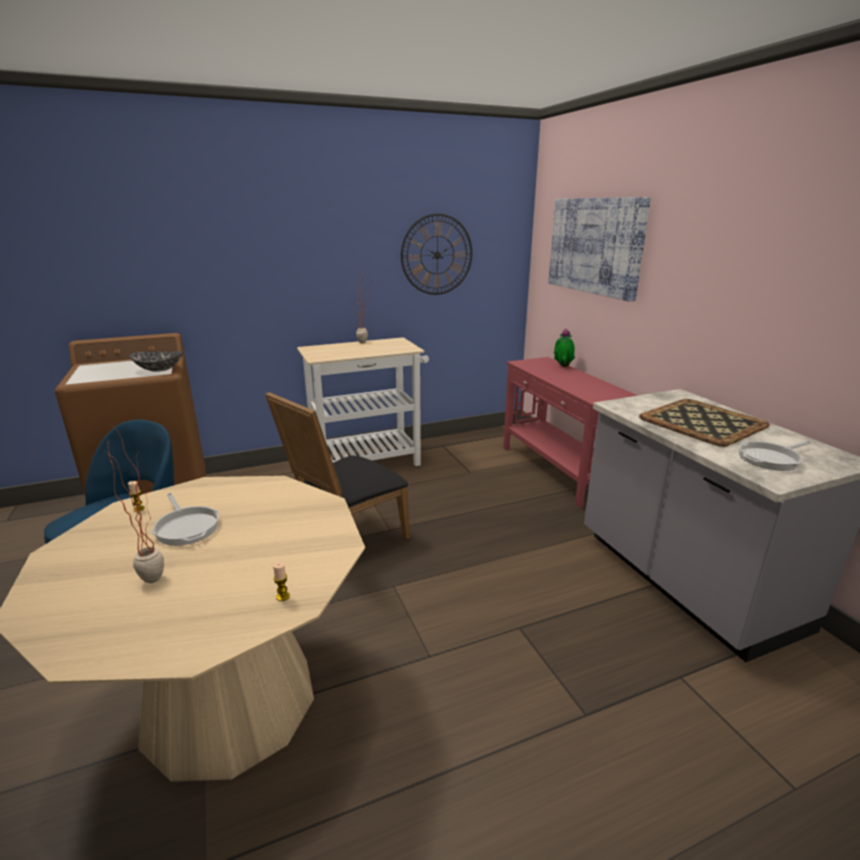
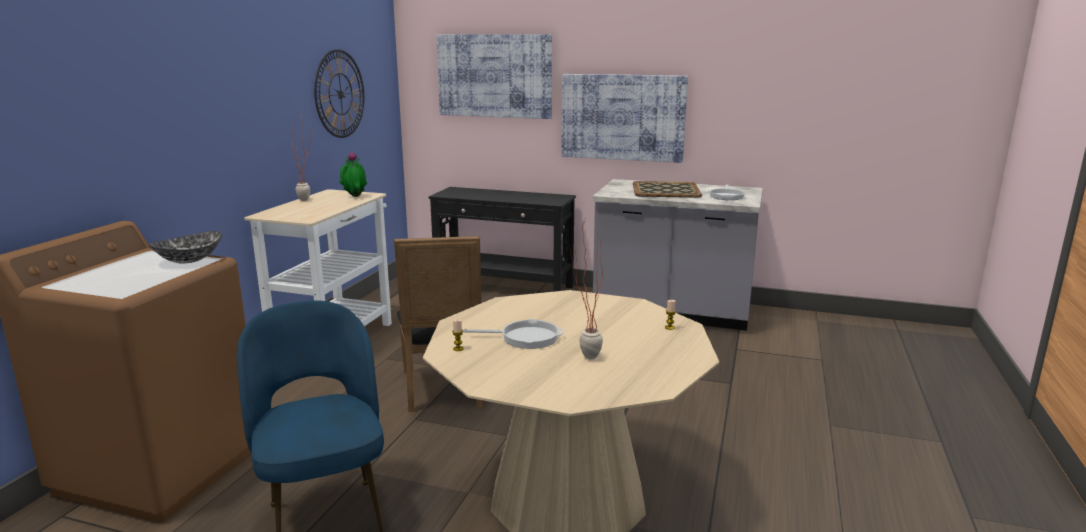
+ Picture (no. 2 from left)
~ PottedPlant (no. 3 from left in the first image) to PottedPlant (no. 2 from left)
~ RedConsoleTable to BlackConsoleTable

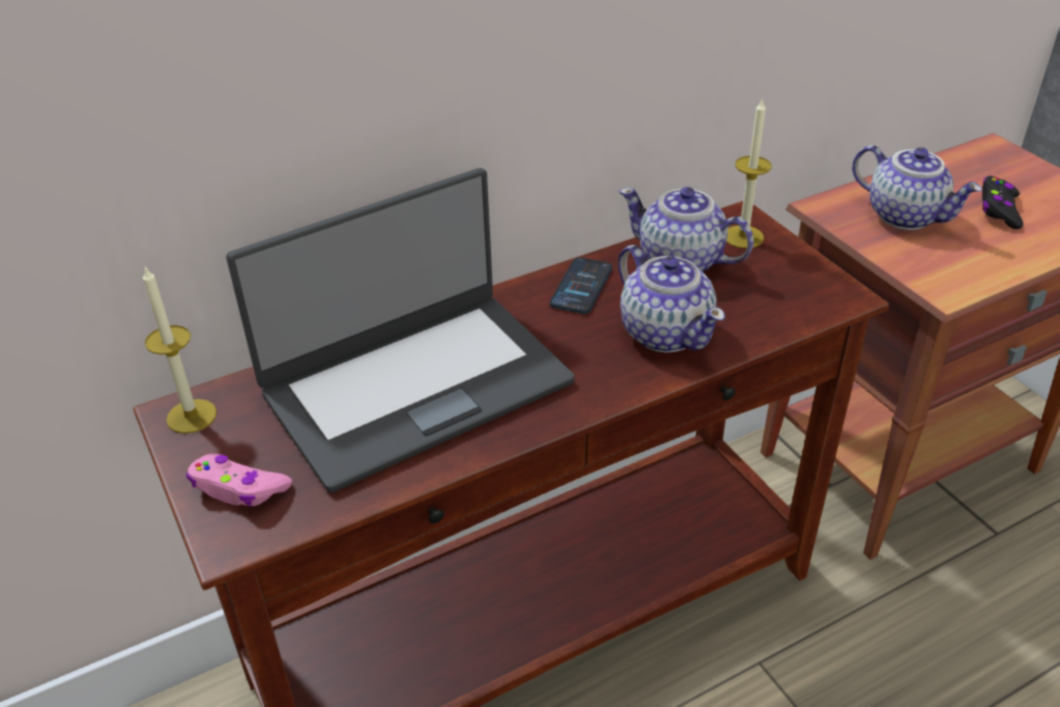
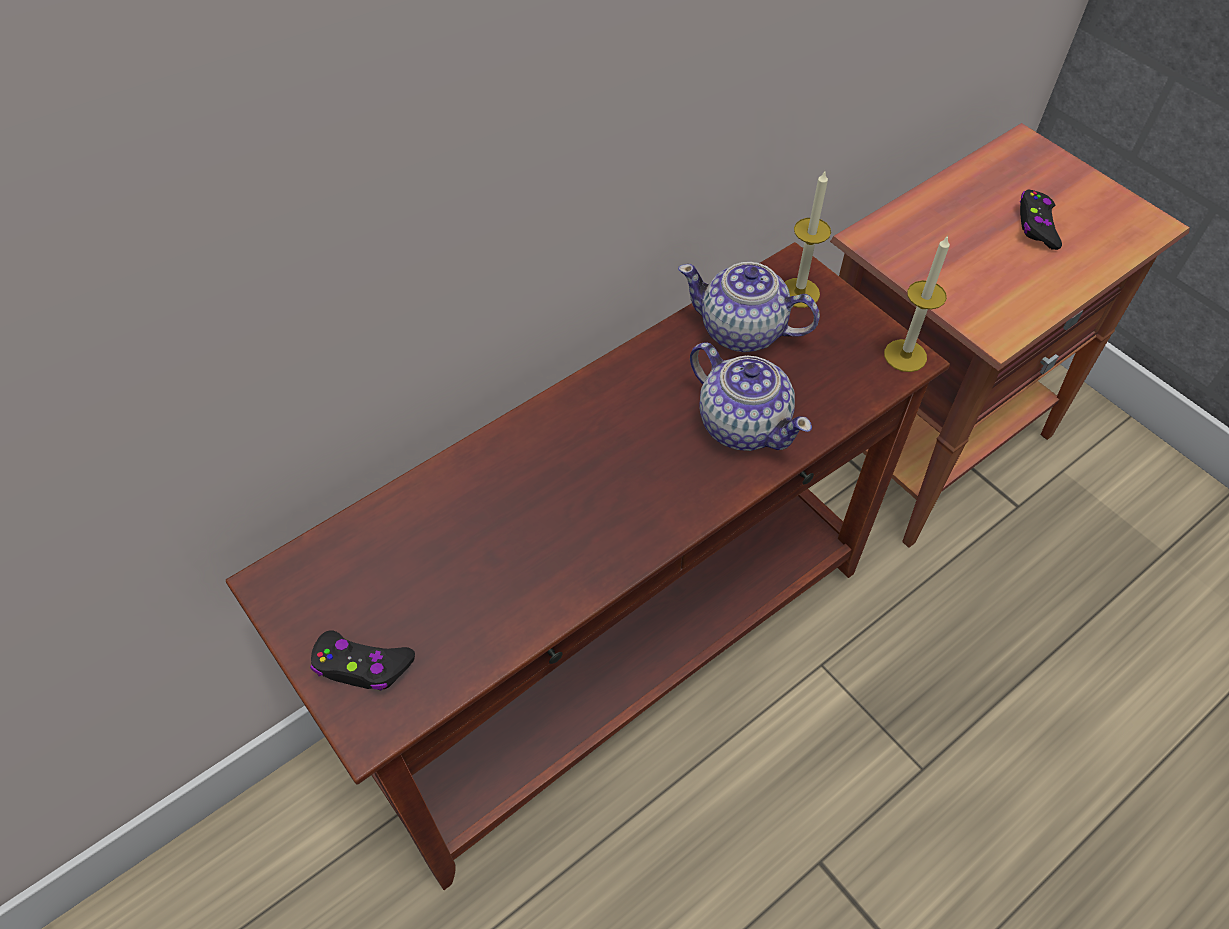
- Laptop
- Phone
- Teapot (no. 3 from left)
~ Candle (no. 1 from left in the first image) to Candle (no. 2 from left)
~ PinkGameController to BlackGameController (no. 1 from left)

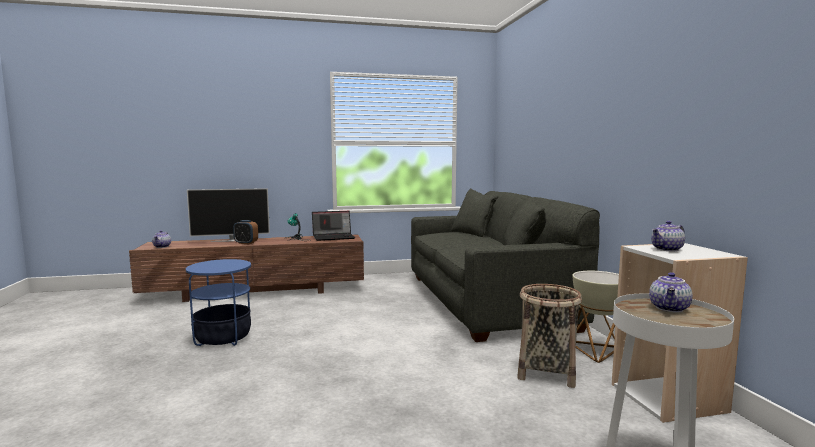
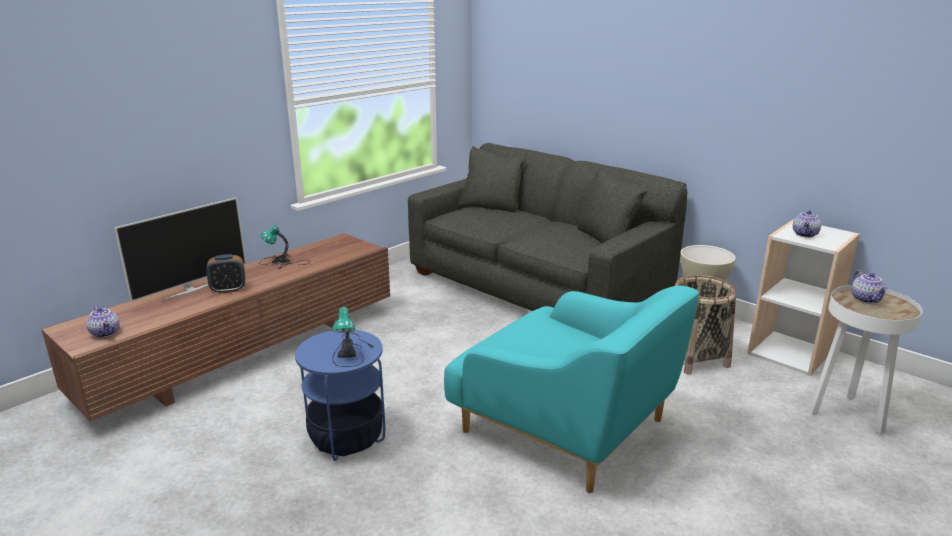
- Laptop
+ TableLamp (no. 2 from left)
+ TurquoiseArmchair

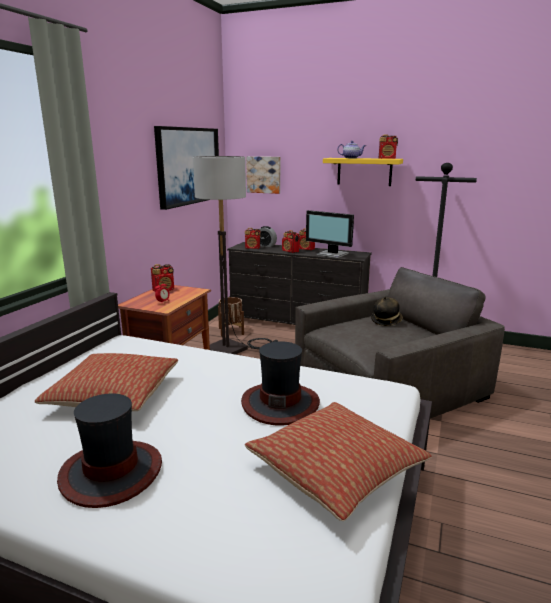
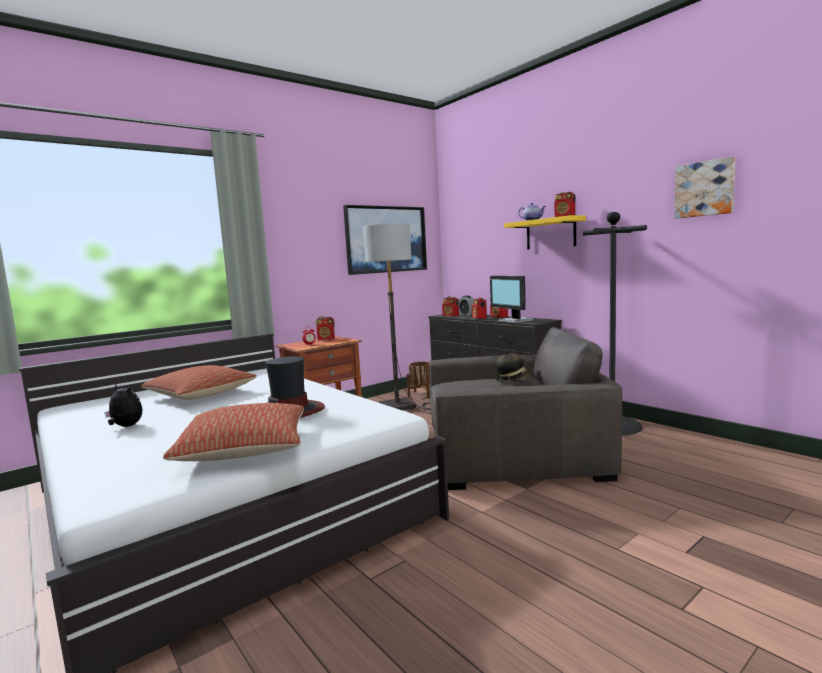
~ Picture (no. 2 from left)
~ Hat (no. 1 from left) to PlushToy

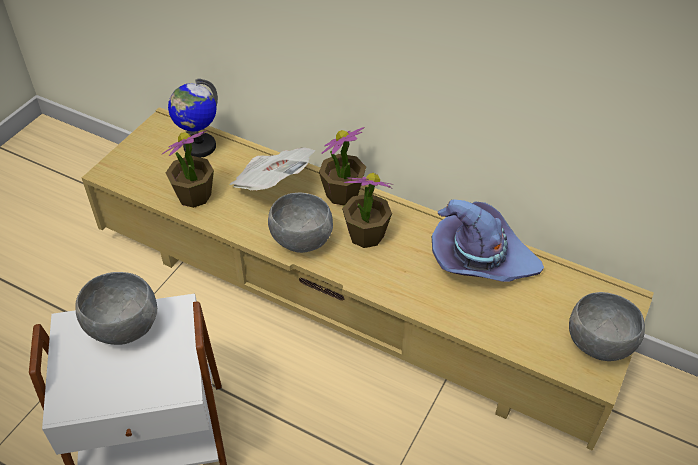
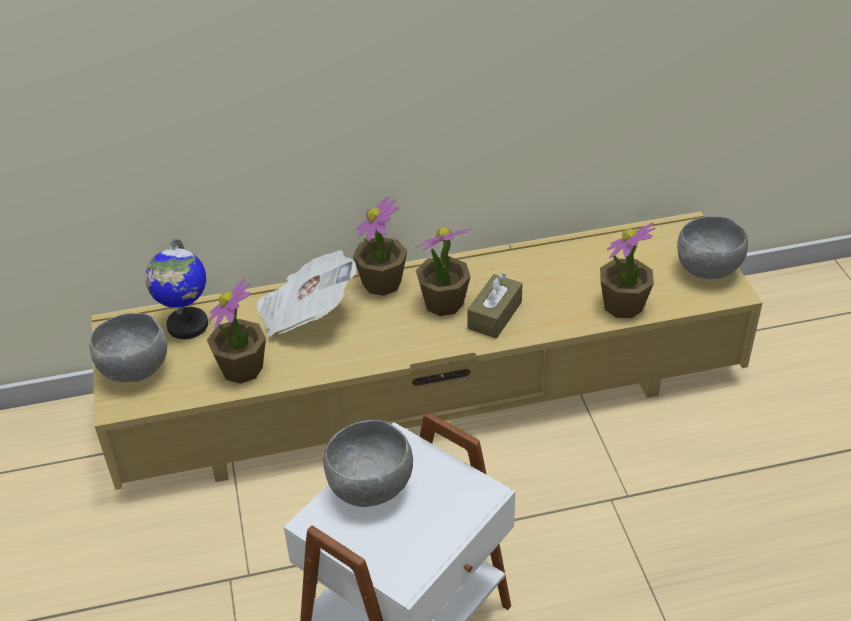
- PurpleHat
+ BrownTissueBox
+ PottedPlant (no. 4 from left)
~ GreyBowl (no. 2 from left in the first image) to GreyBowl (no. 1 from left)

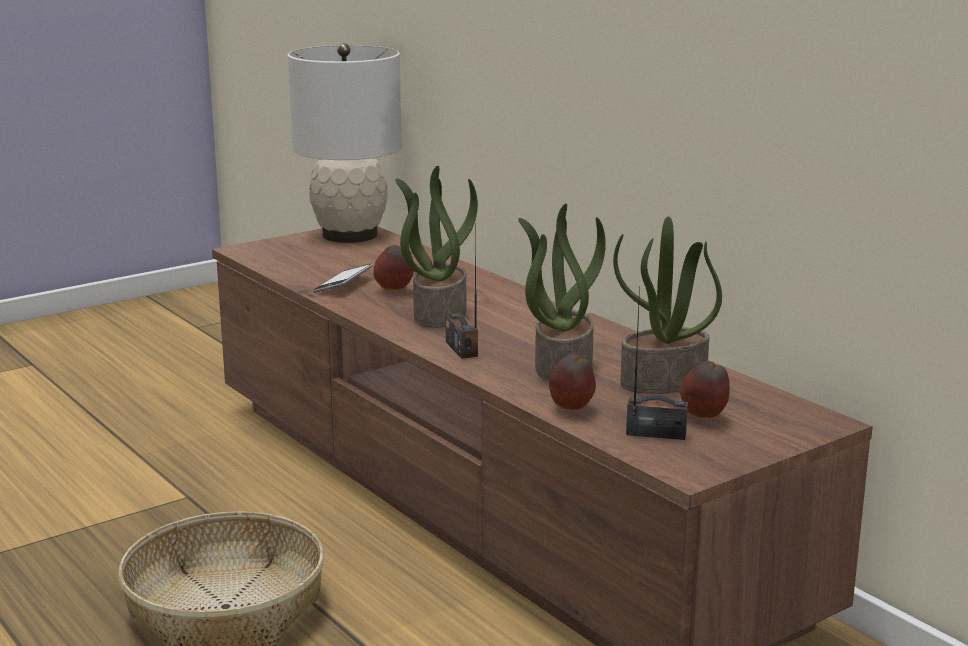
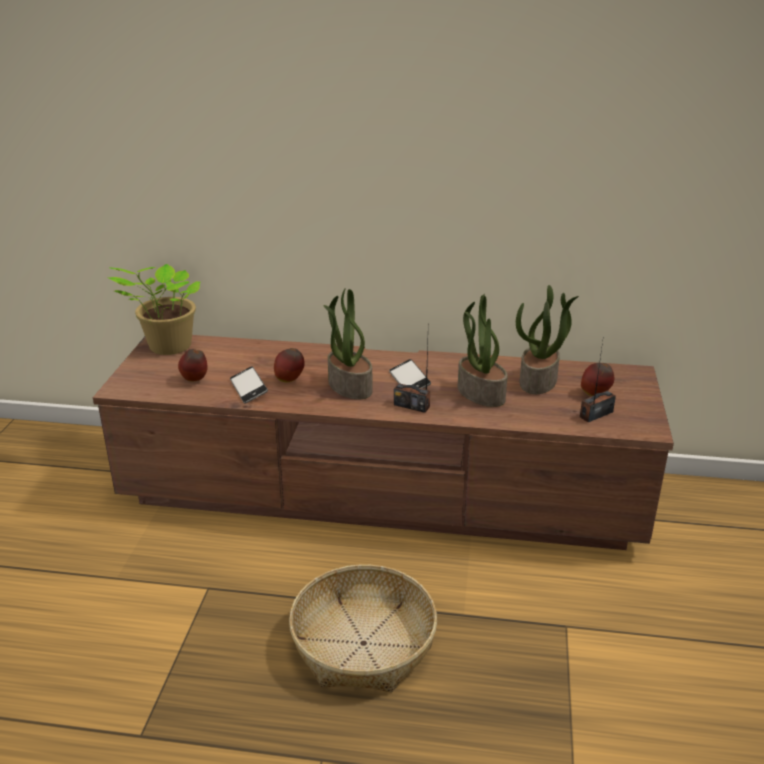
+ Phone (no. 2 from left)
~ Apple (no. 2 from left in the first image) to Apple (no. 1 from left)
~ WhiteTableLamp to PottedPlant (no. 1 from left)

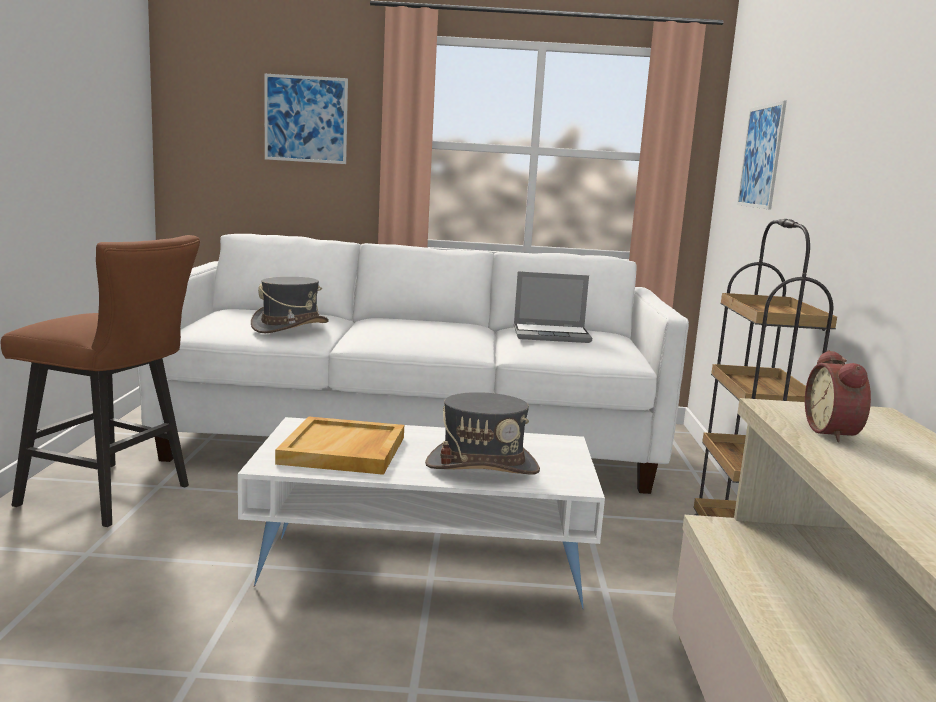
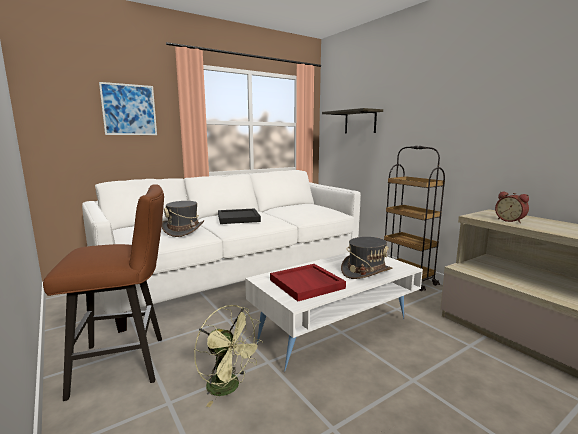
- Laptop
+ GreenFan
+ BlackTray
~ Picture (no. 2 from left) to Shelf
~ BeigeTray to RedTray

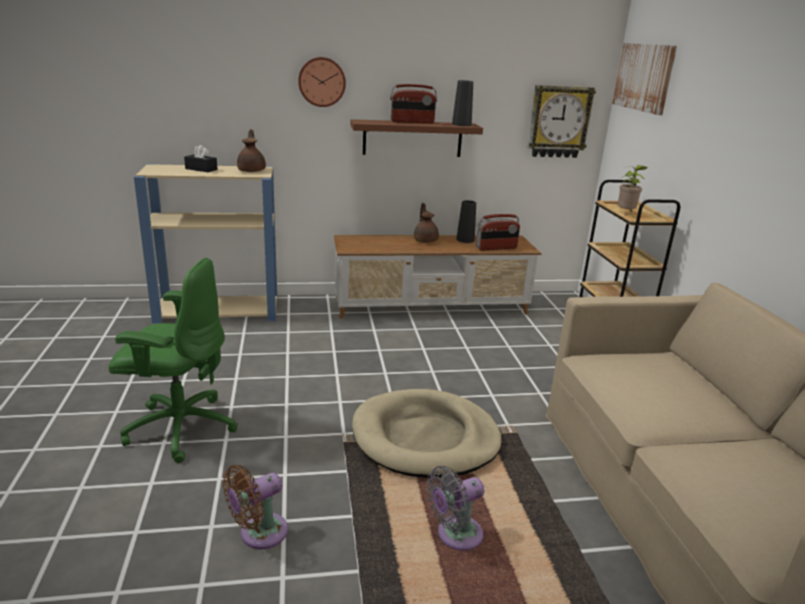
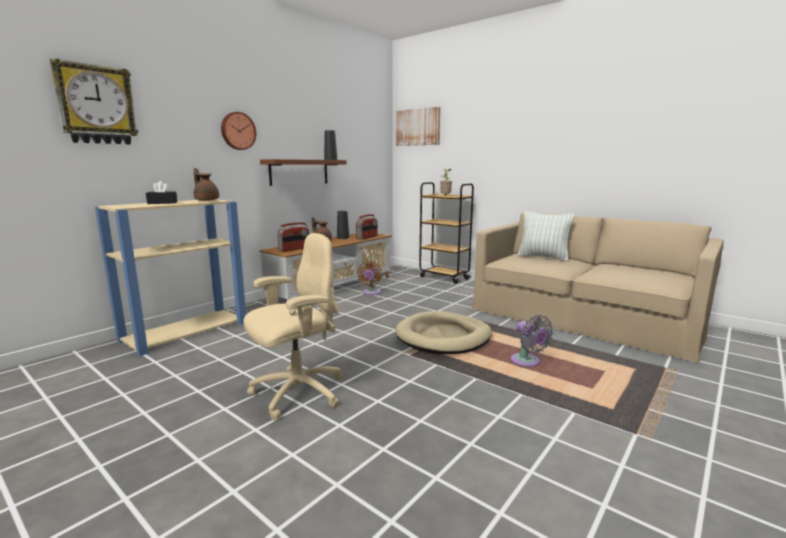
+ Pillow
~ BrownFan
~ Radio (no. 1 from left)
~ WallClock (no. 2 from left in the first image) to WallClock (no. 1 from left)
~ GreenOfficeChair to BeigeOfficeChair
~ GreyFan 45 degrees counterclockwise

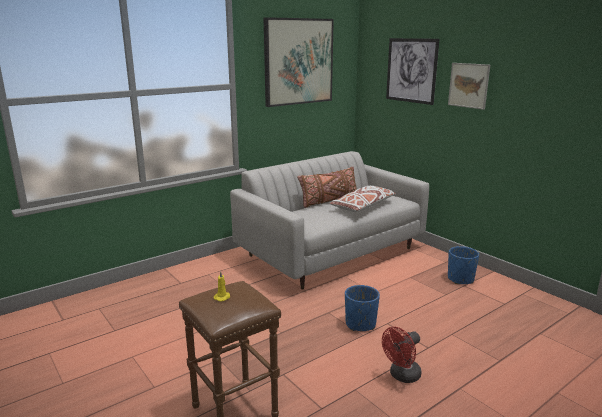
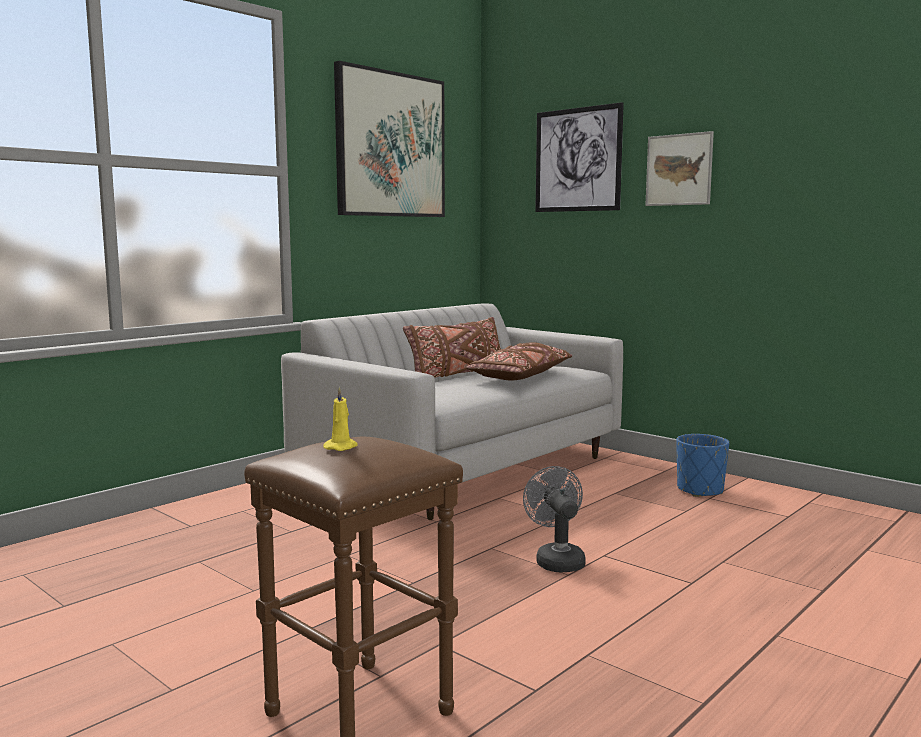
- RedFan
~ BluePlanter (no. 1 from left) to GreyFan
~ WhitePillow to BrownPillow (no. 2 from left)

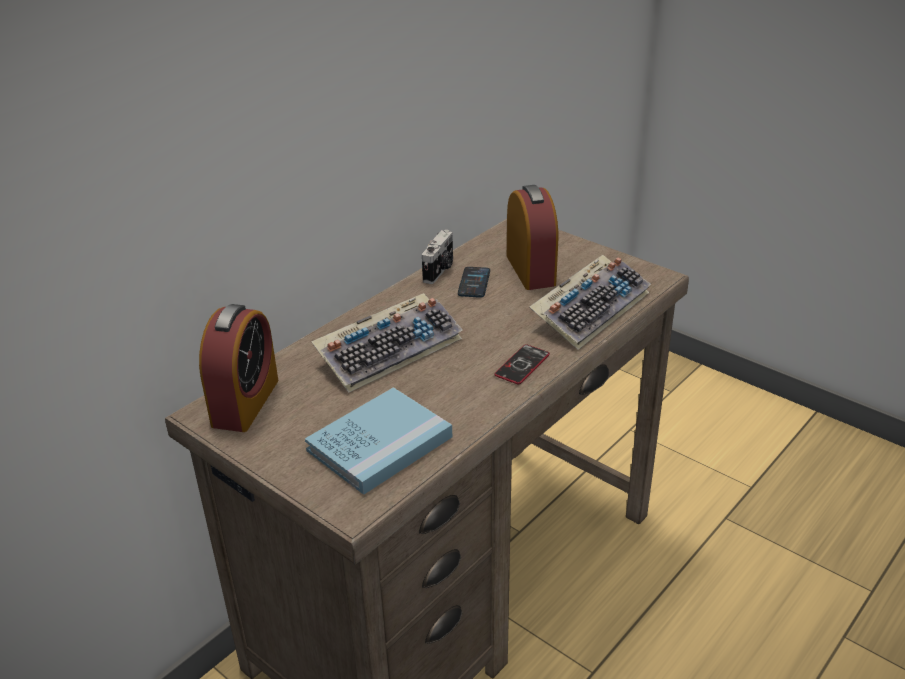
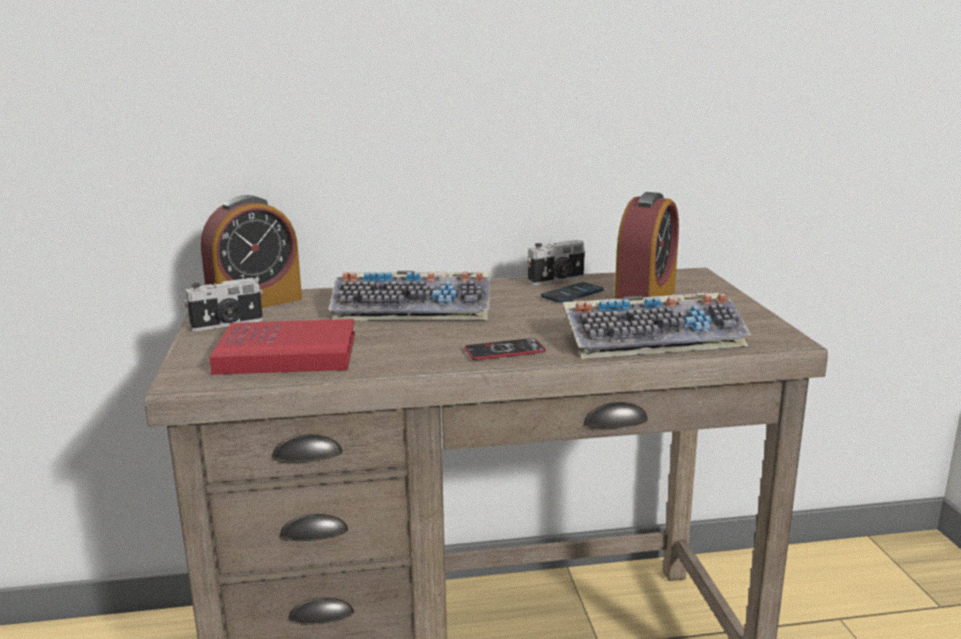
+ PhotoCamera (no. 1 from left)
~ BlueBook to RedBook

